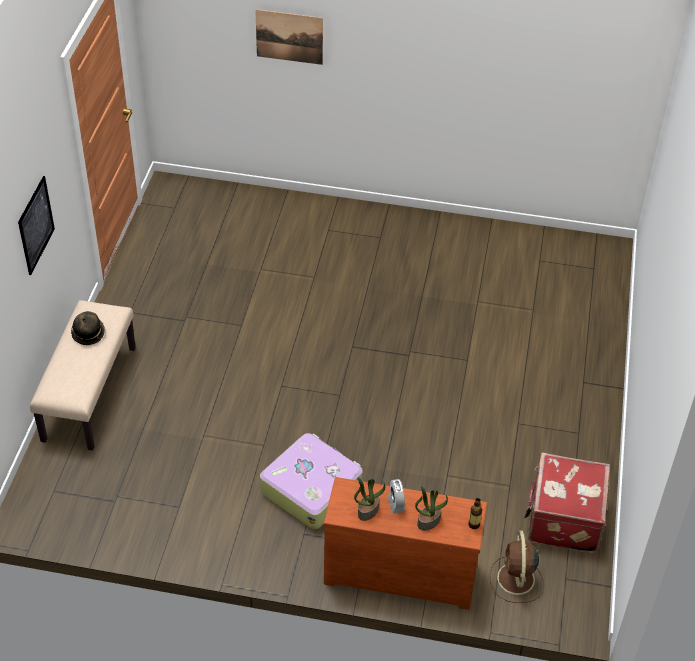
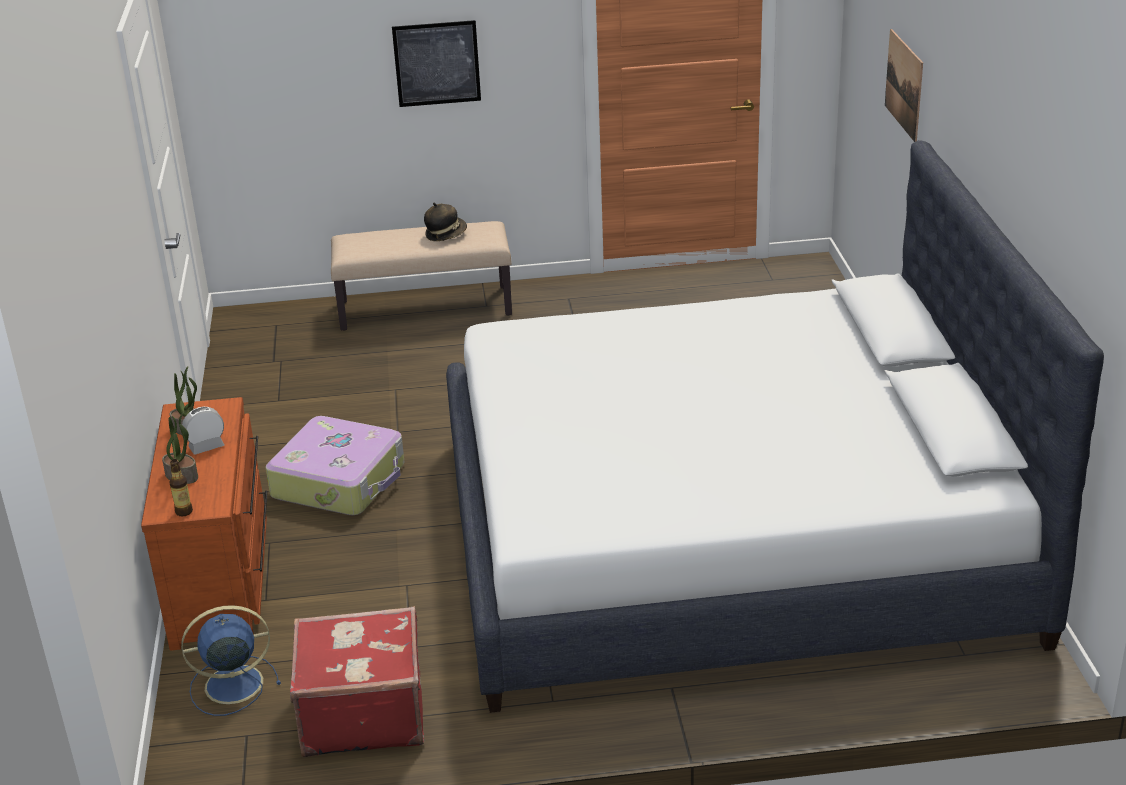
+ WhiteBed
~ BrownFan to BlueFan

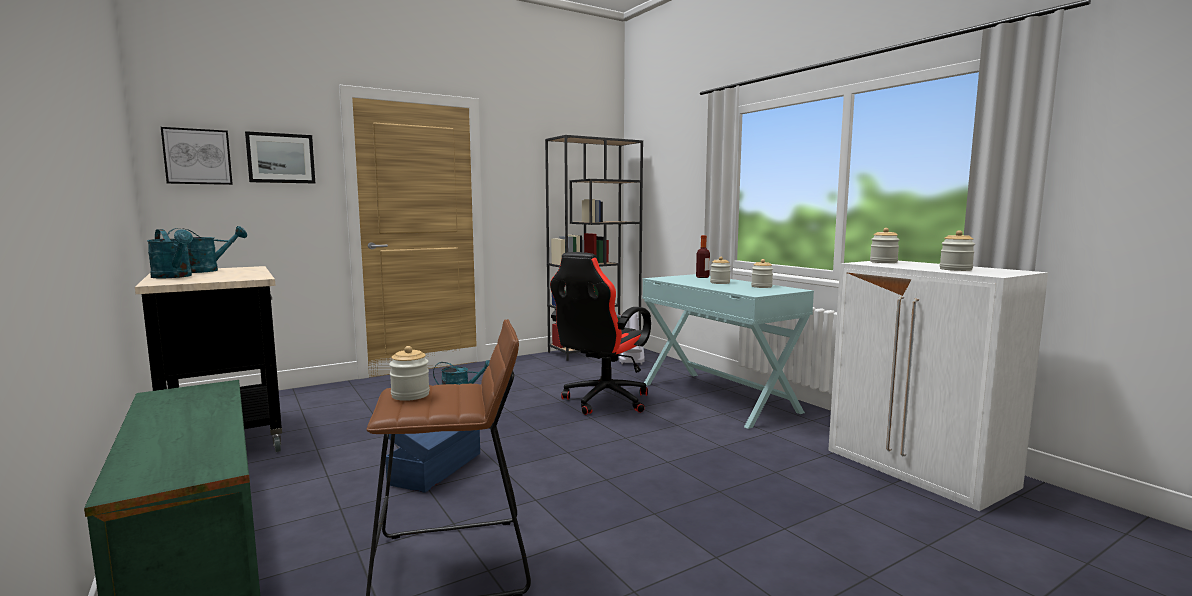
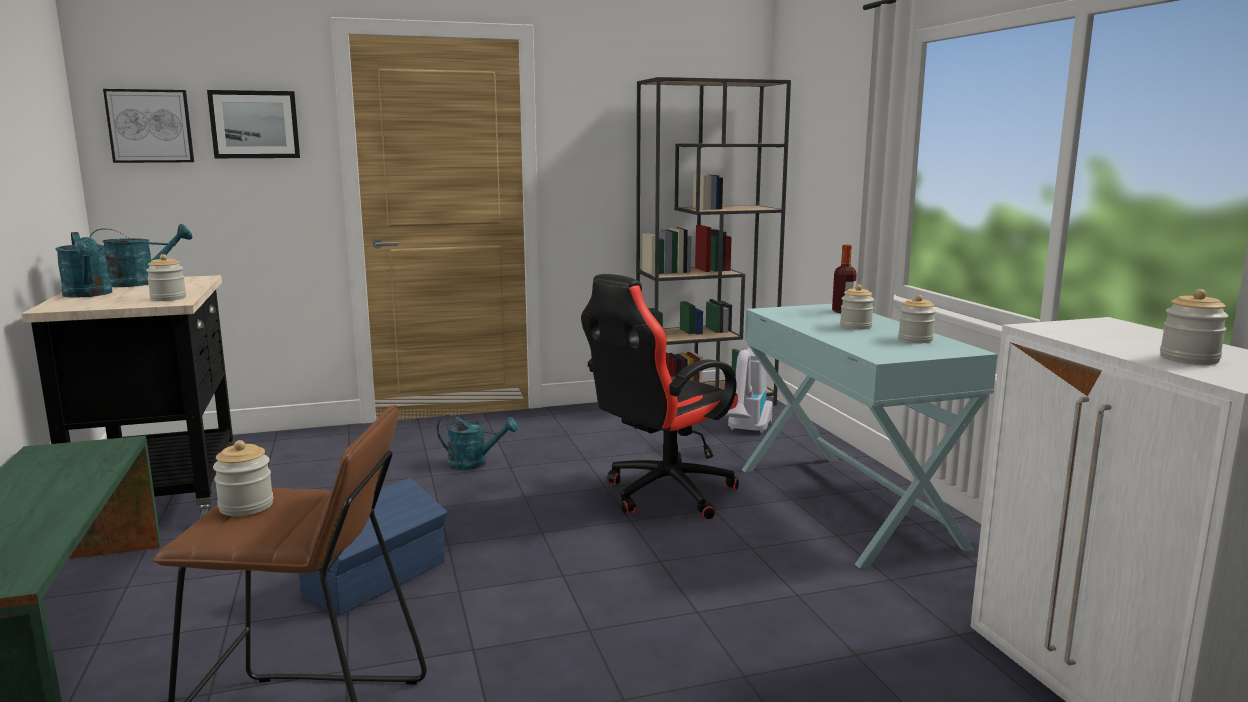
~ Jar (no. 4 from left in the first image) to Jar (no. 1 from left)

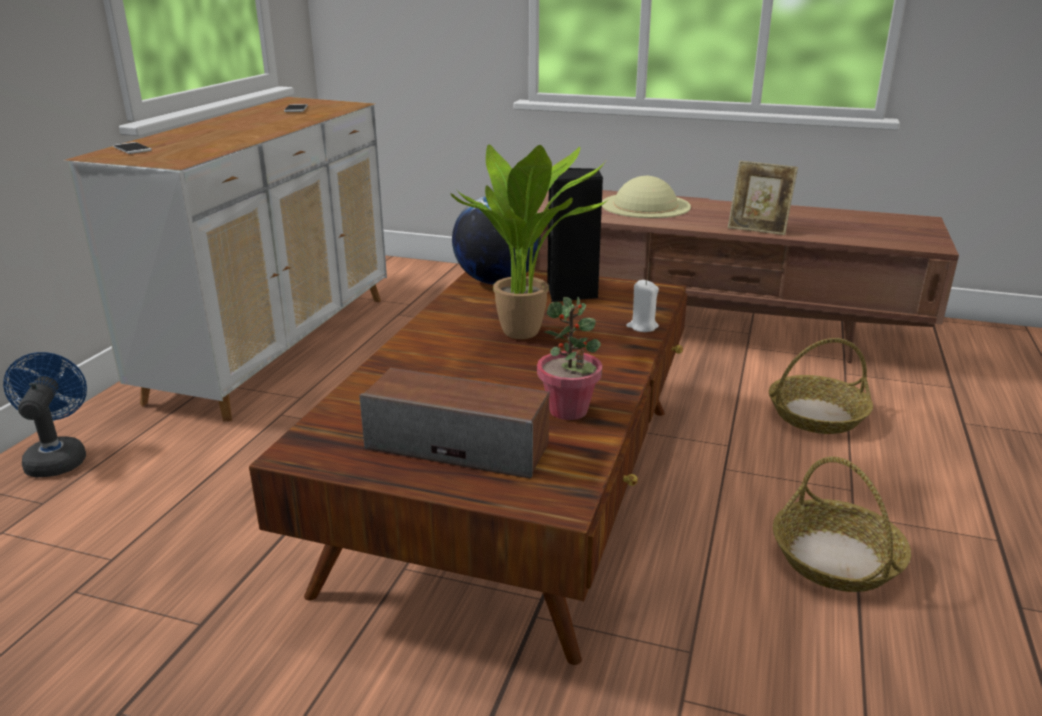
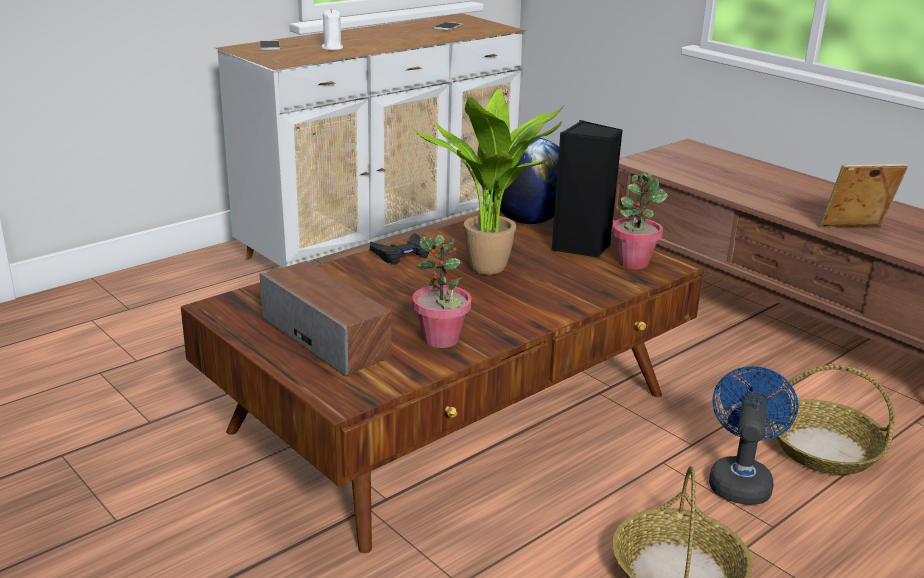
- BeigeHat
+ BlackGameController
+ PottedPlant (no. 3 from left)
~ BlueFan
~ WhiteCandle
~ PictureFrame 120 degrees clockwise

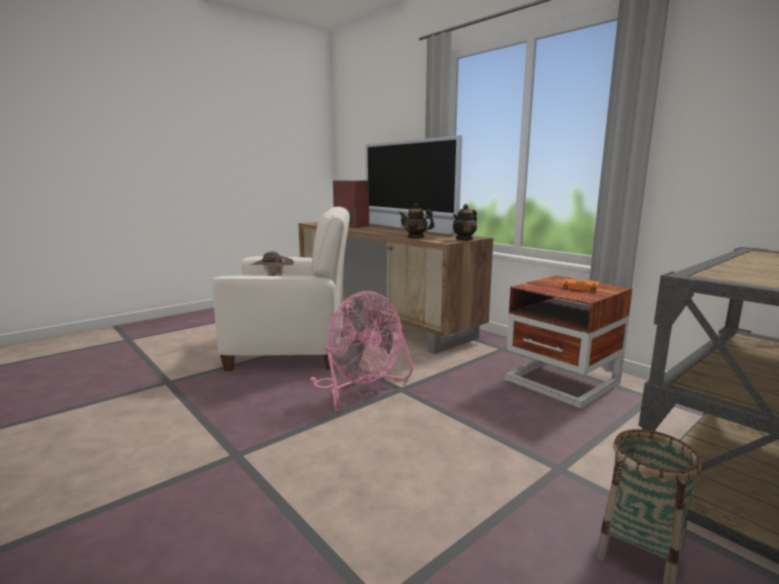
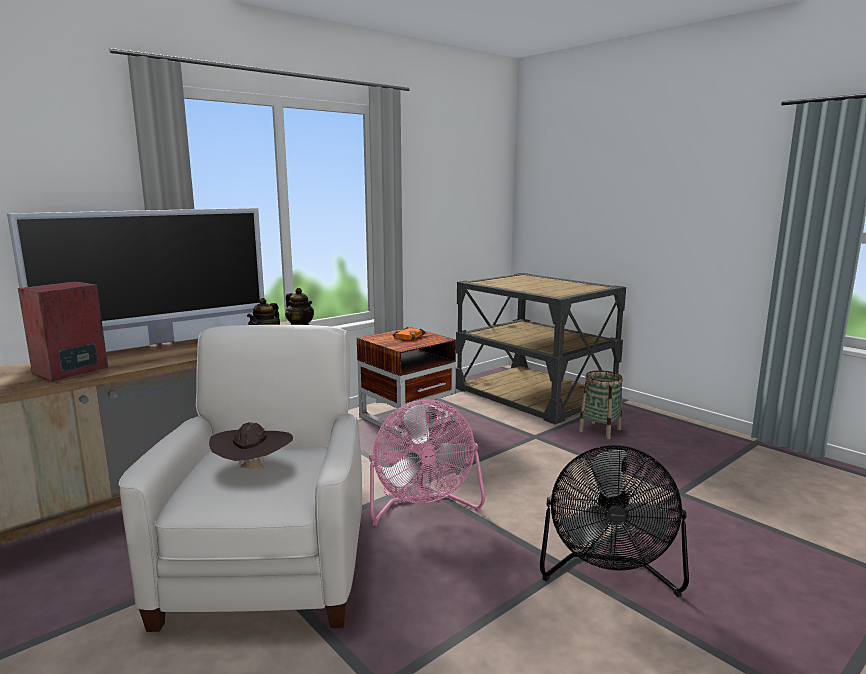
+ BlackFan
~ PinkFan 120 degrees clockwise

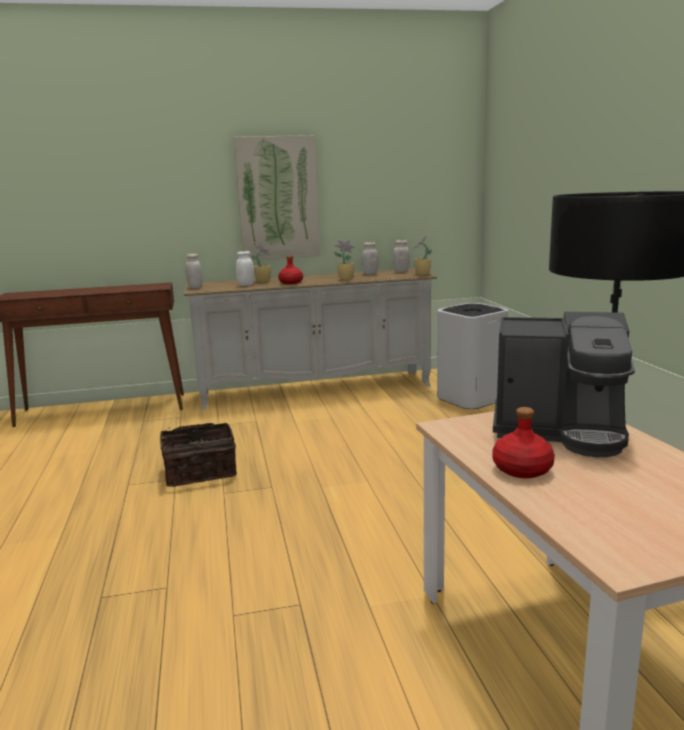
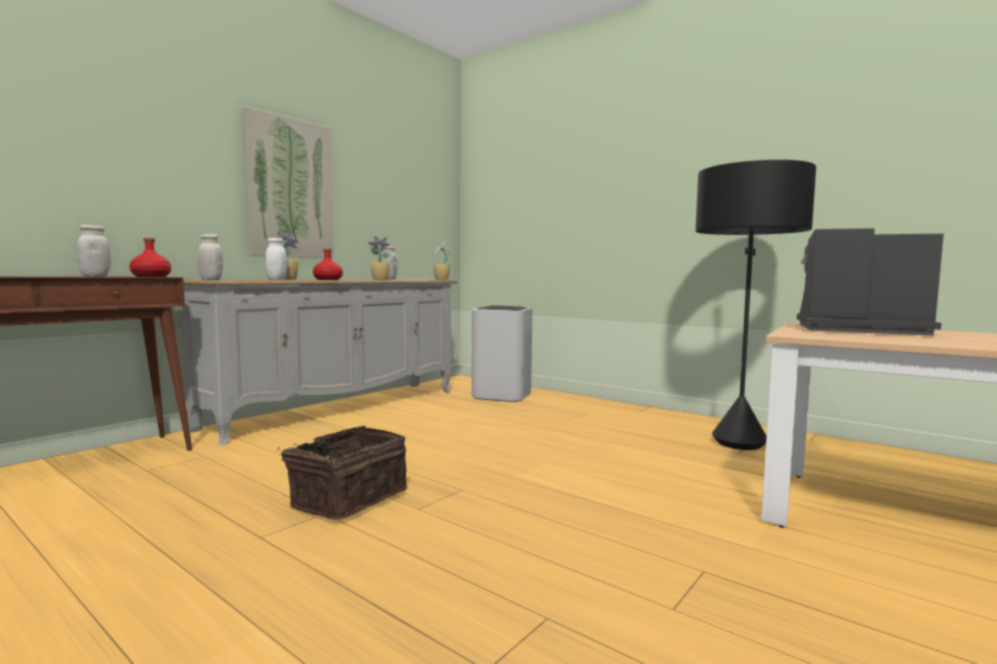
~ WhiteJar (no. 4 from left in the first image) to WhiteJar (no. 1 from left)
~ RedBottle (no. 2 from left in the first image) to RedBottle (no. 1 from left)
~ CoffeeMachine 135 degrees counterclockwise

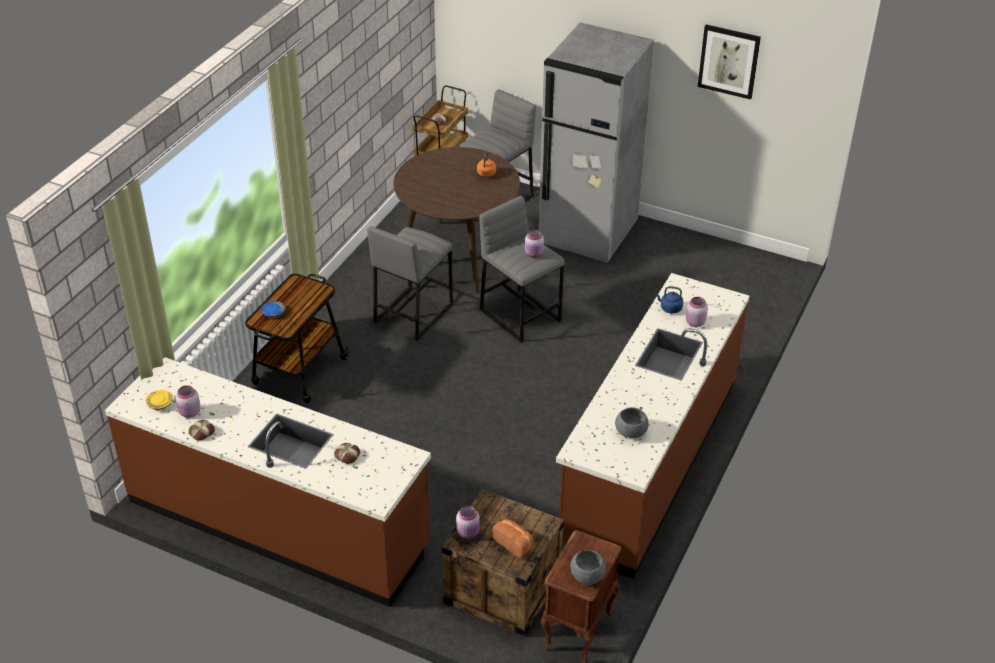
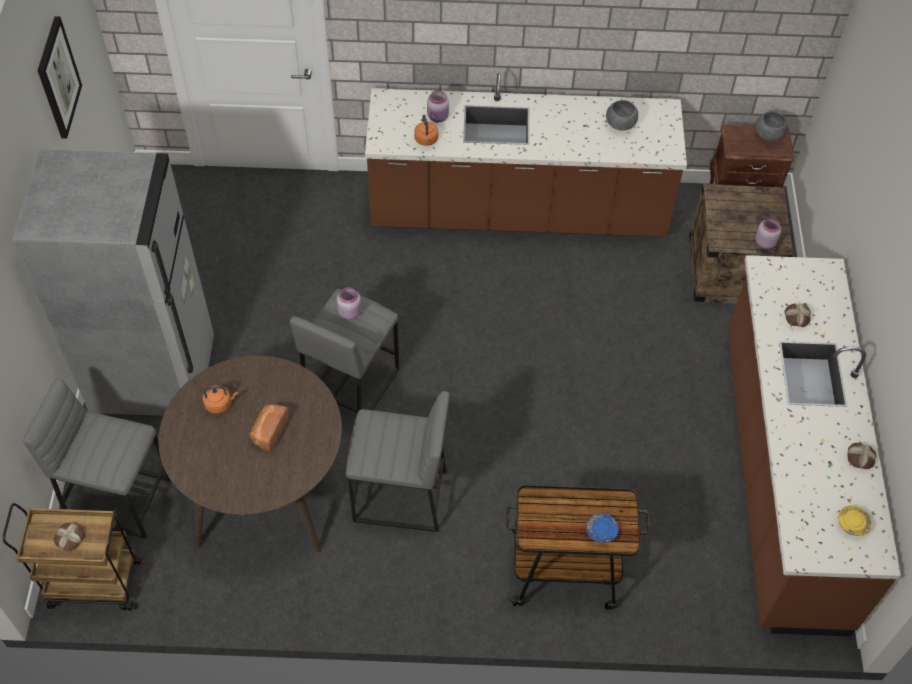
- PinkJar (no. 1 from left)
~ Bread (no. 4 from left in the first image) to Bread (no. 2 from left)
~ BlueKettle to OrangeKettle (no. 2 from left)

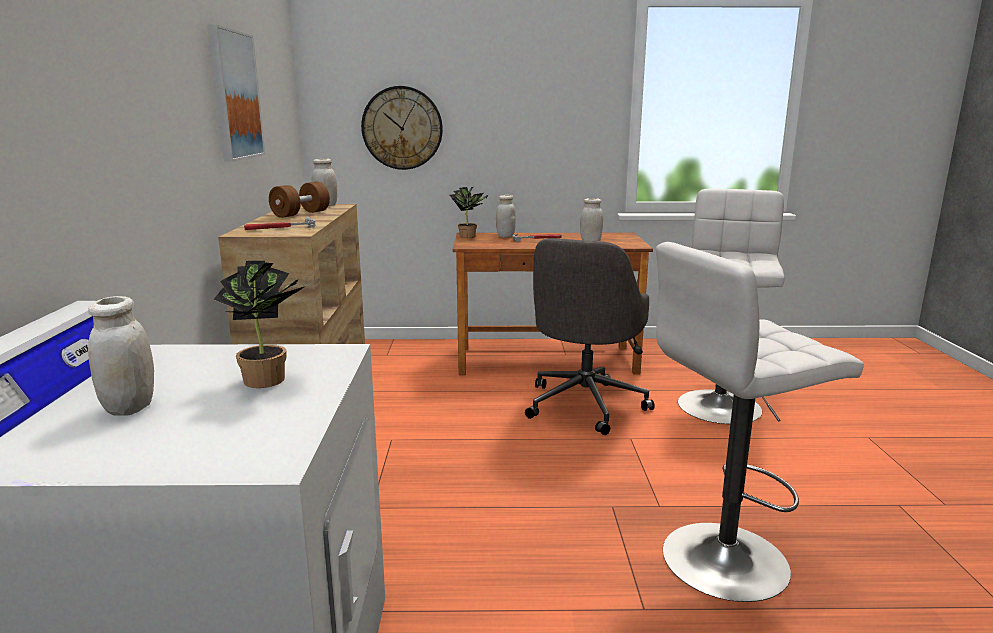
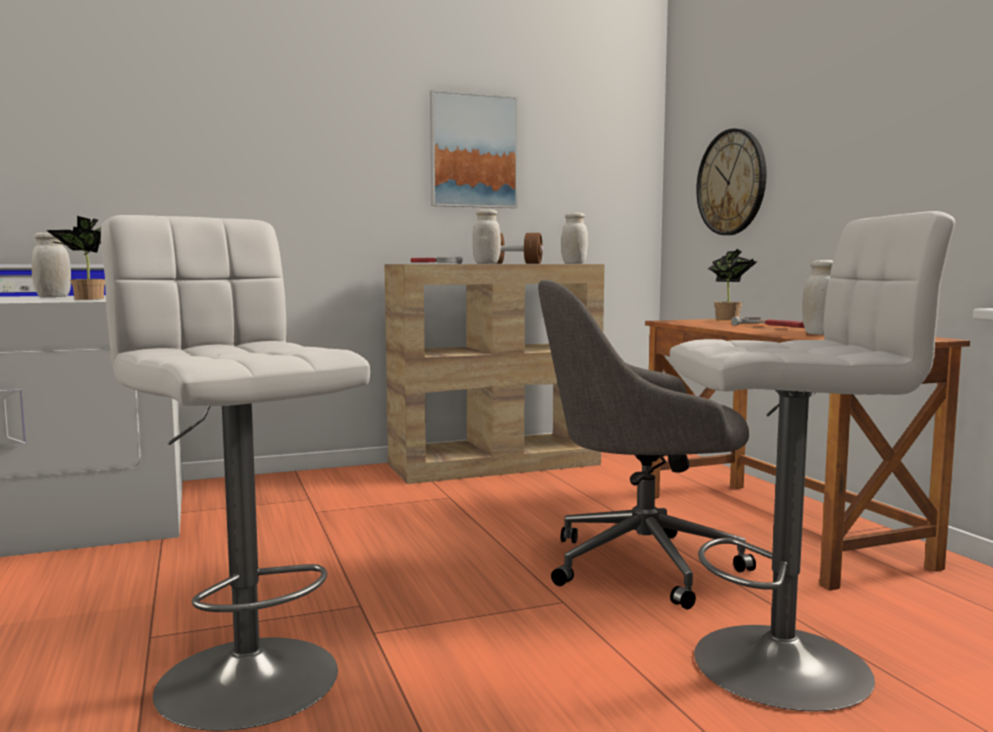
~ WhiteJar (no. 3 from left in the first image) to WhiteJar (no. 2 from left)

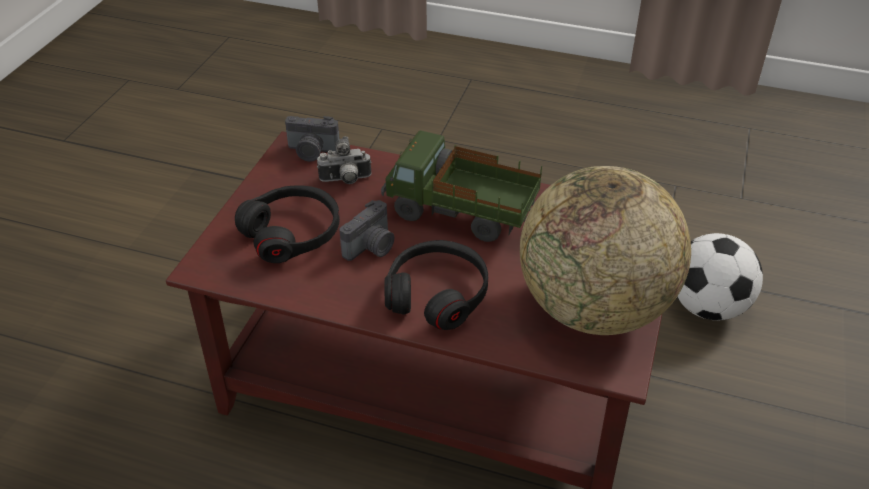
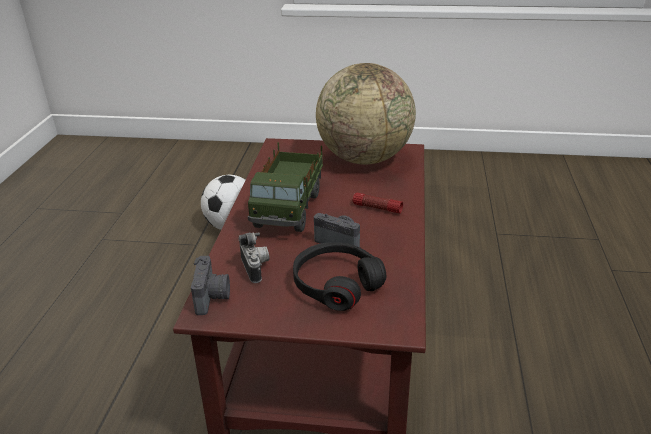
~ BlackHeadphones (no. 2 from left) to Flashlight

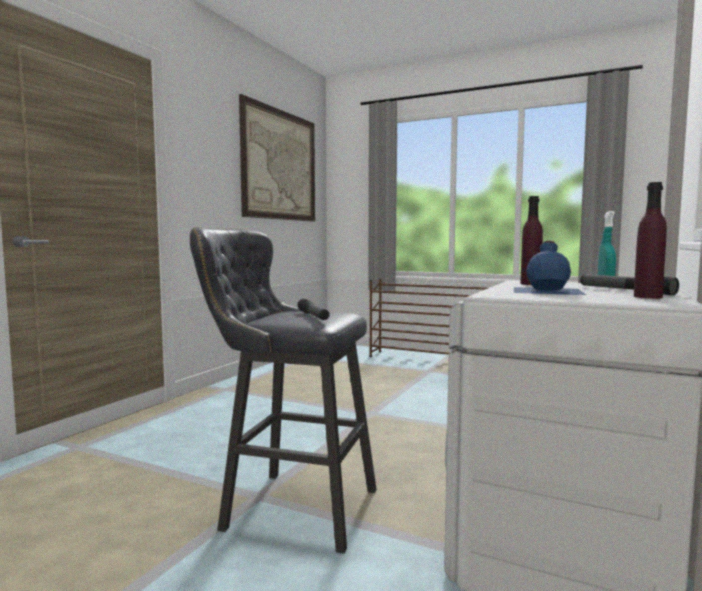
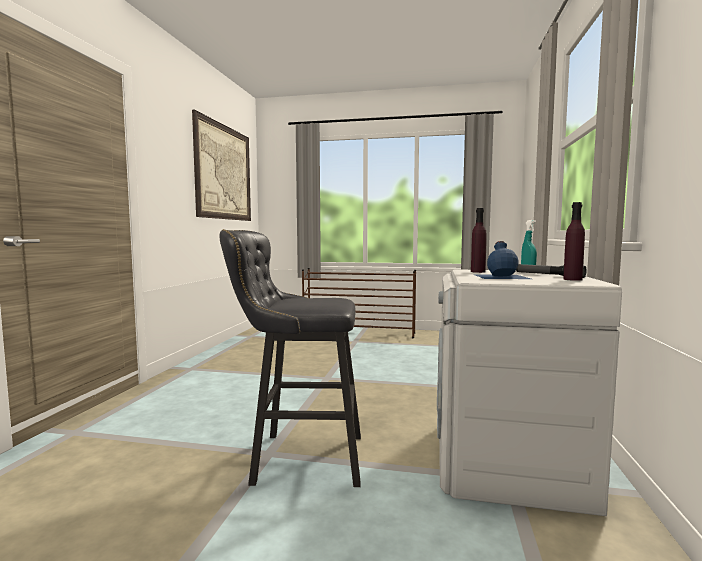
- Flashlight (no. 1 from left)

